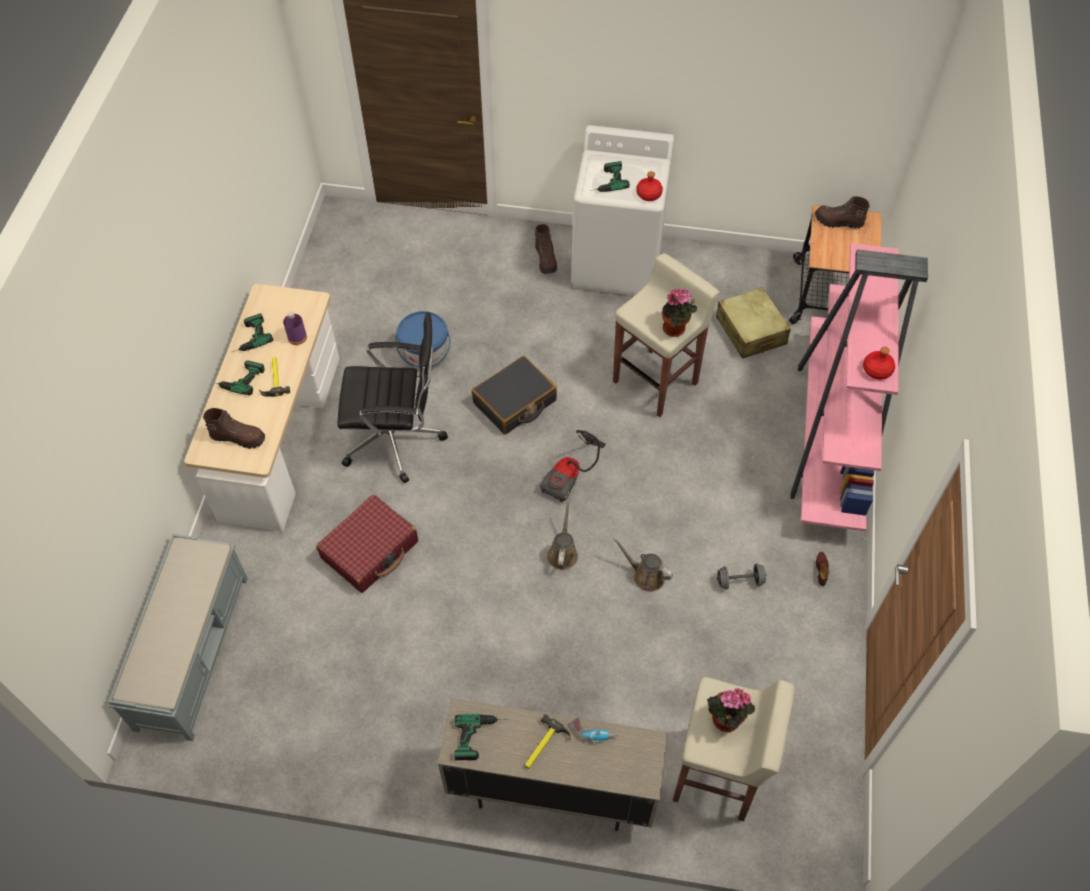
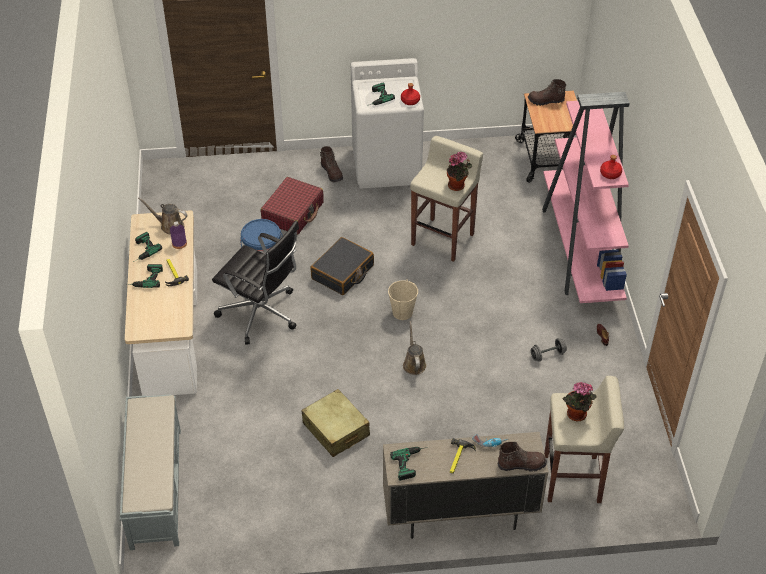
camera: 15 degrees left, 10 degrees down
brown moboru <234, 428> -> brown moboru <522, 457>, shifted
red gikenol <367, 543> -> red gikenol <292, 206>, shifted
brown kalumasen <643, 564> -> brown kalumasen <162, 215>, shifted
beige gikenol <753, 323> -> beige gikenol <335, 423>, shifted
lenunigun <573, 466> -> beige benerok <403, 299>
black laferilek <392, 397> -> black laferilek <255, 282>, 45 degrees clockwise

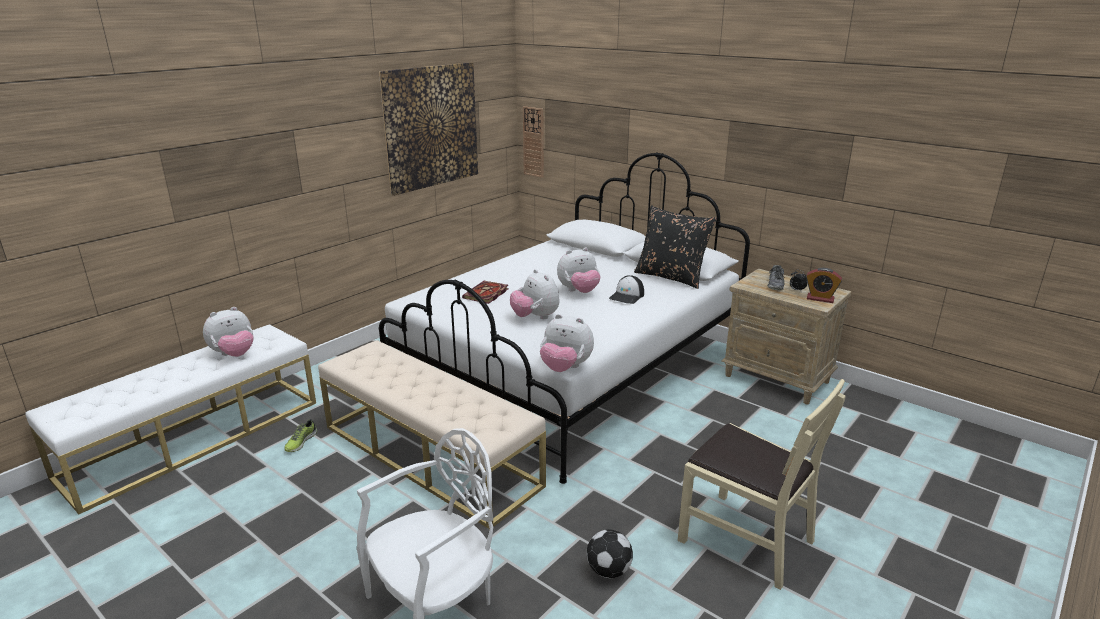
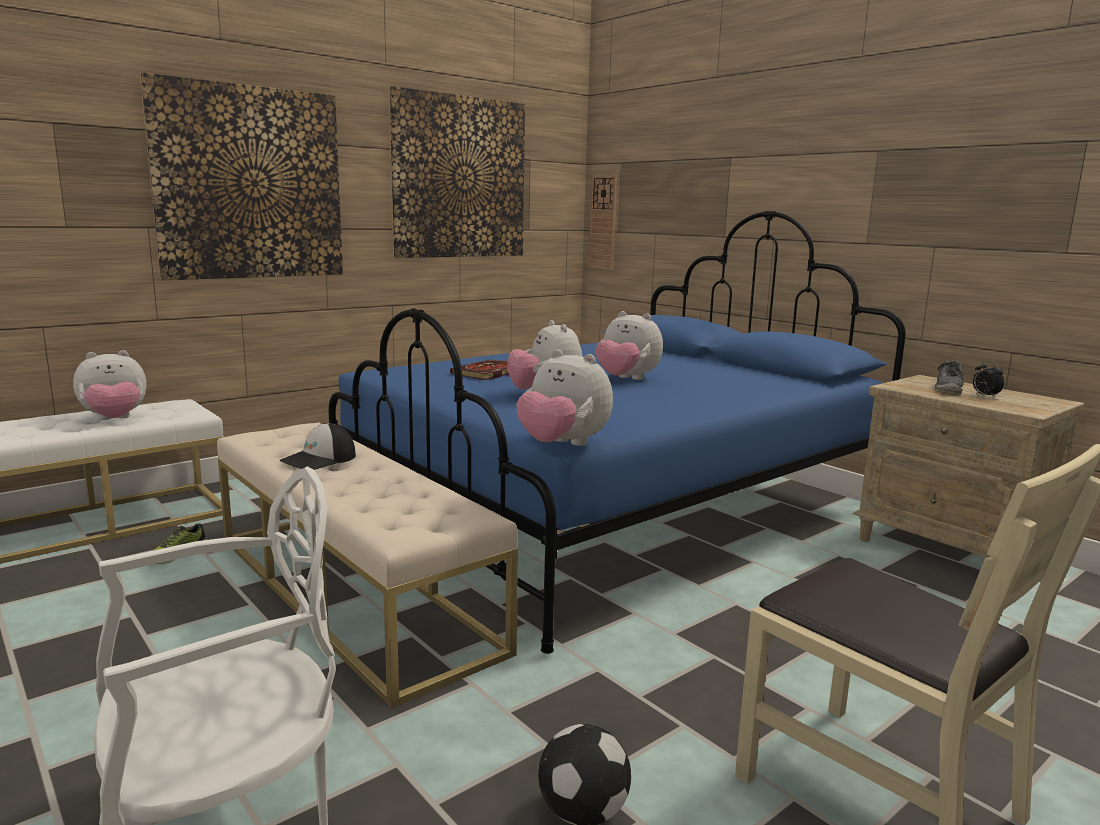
camera: 10 degrees right, 10 degrees down
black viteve <675, 247> -> none
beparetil <824, 285> -> none
none -> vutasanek <241, 176>
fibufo <626, 289> -> fibufo <318, 446>, shifted
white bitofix <564, 318> -> blue bitofix <617, 432>
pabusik <579, 270> -> pabusik <629, 345>, 45 degrees clockwise

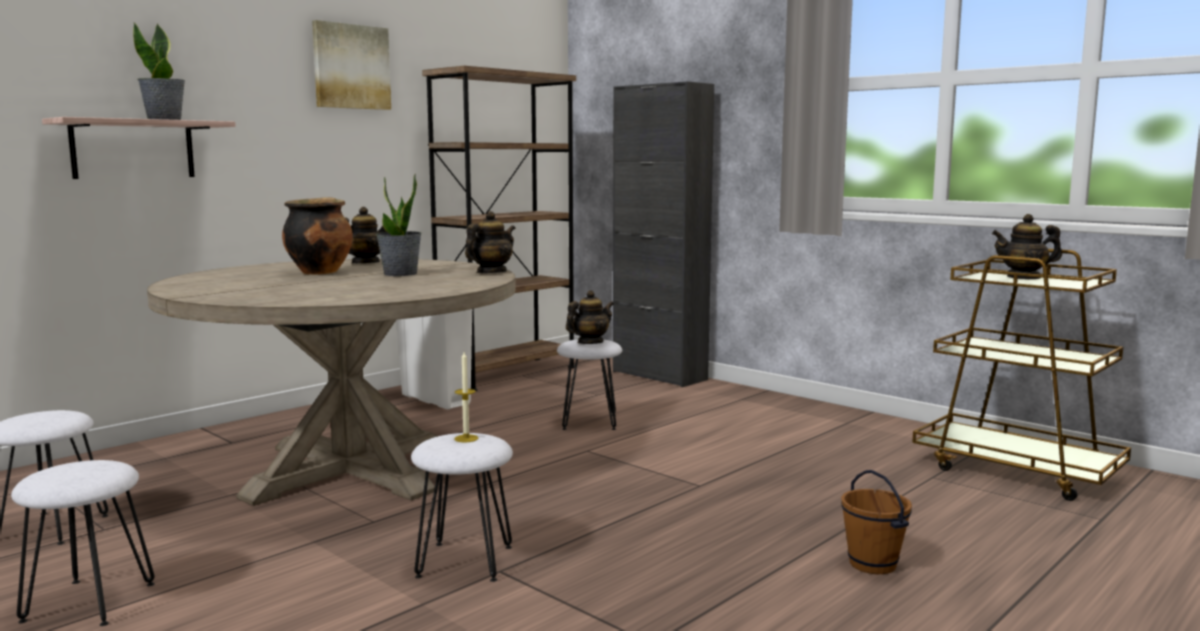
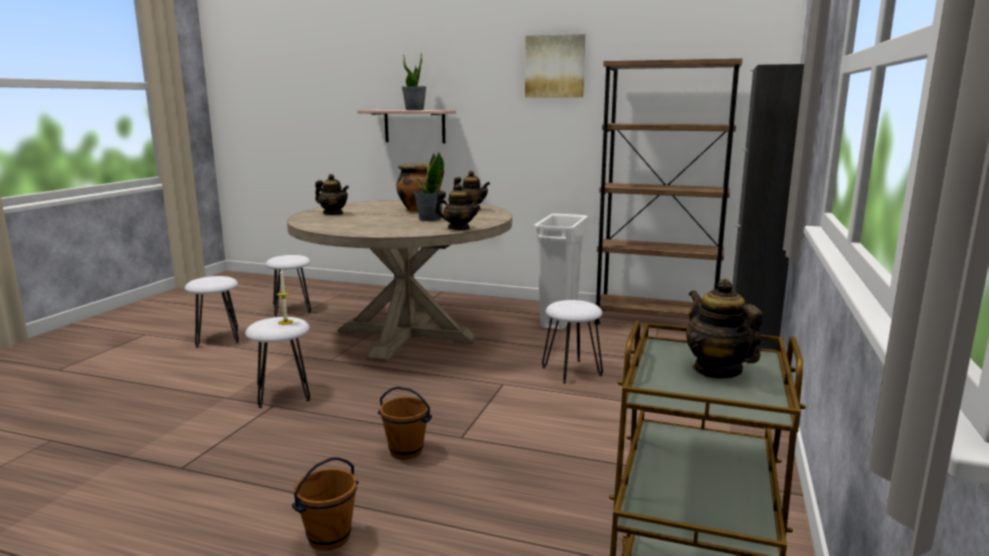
camera: 65 degrees right, 5 degrees up
none -> brown benerok <405, 423>
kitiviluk <590, 317> -> kitiviluk <332, 194>, shifted

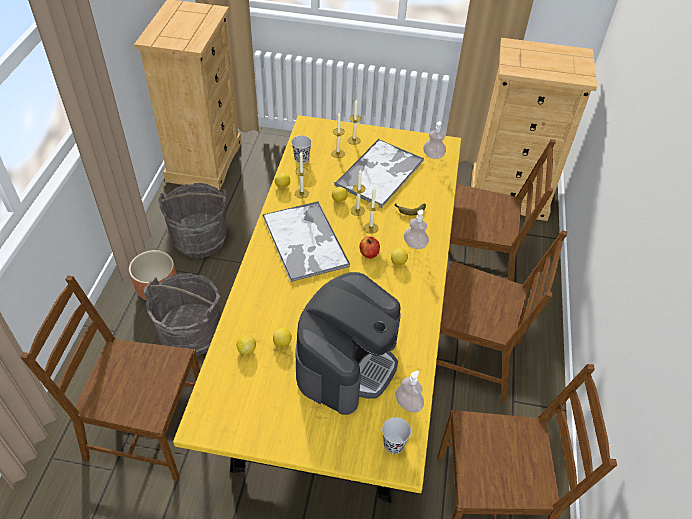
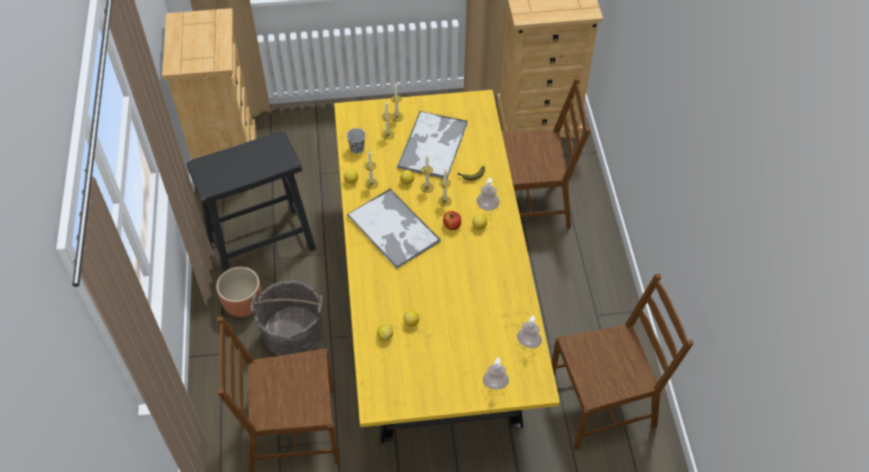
camera: 15 degrees left, 5 degrees up
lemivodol <348, 343> -> none
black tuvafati <396, 435> -> none
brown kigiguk <502, 316> -> none
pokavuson <434, 140> -> pokavuson <496, 373>, shifted
grey benerok <192, 220> -> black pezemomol <251, 202>

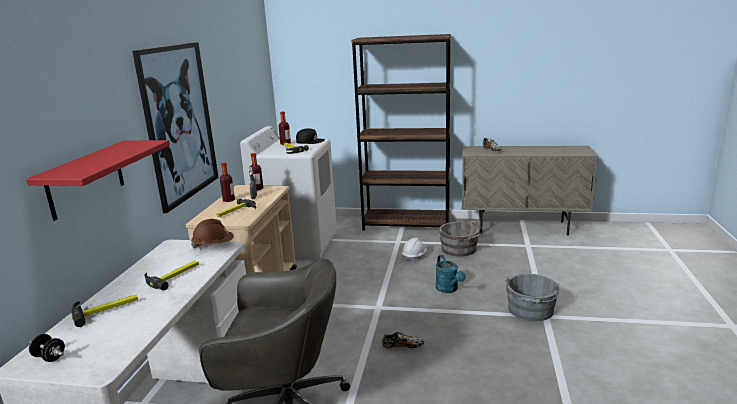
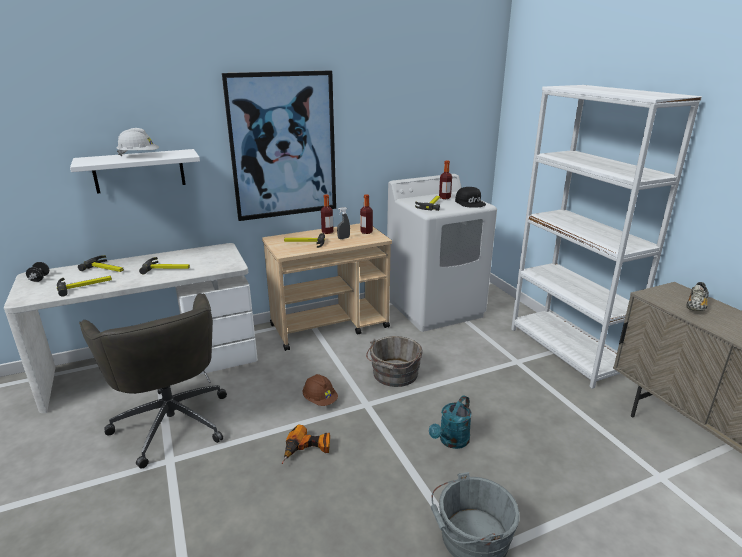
camera: 55 degrees right, 5 degrees up
none -> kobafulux <84, 286>
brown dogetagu <212, 233> -> brown dogetagu <320, 390>, shifted
white dogetagu <414, 250> -> white dogetagu <138, 142>, shifted
grey benerok <461, 238> -> grey benerok <394, 361>, shifted
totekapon <403, 340> -> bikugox <306, 444>
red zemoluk <98, 180> -> white zemoluk <135, 171>
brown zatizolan <401, 132> -> white zatizolan <606, 237>

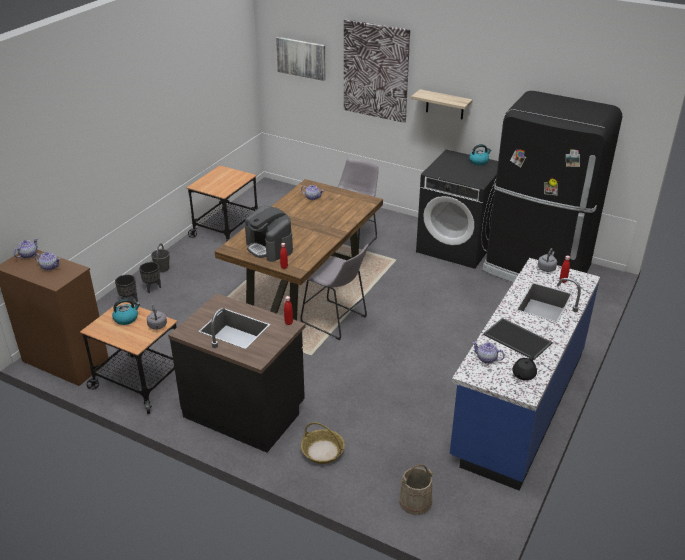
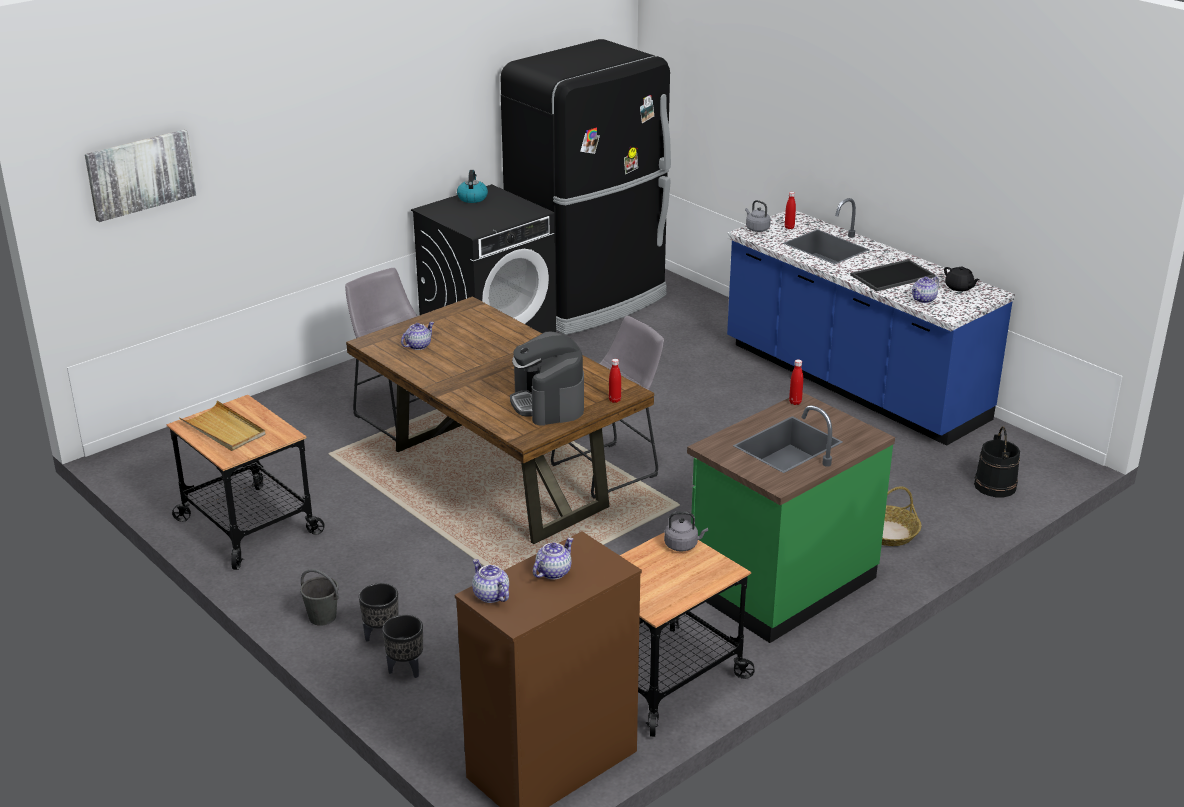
camera: 70 degrees left, 5 degrees down
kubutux <126, 312> -> none
vutasanek <377, 71> -> none
zemoluk <442, 104> -> none
none -> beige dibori <222, 426>
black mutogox <237, 373> -> green mutogox <791, 518>
beige benerok <416, 489> -> black benerok <997, 461>
lemivodol <269, 234> -> lemivodol <547, 379>, 90 degrees clockwise

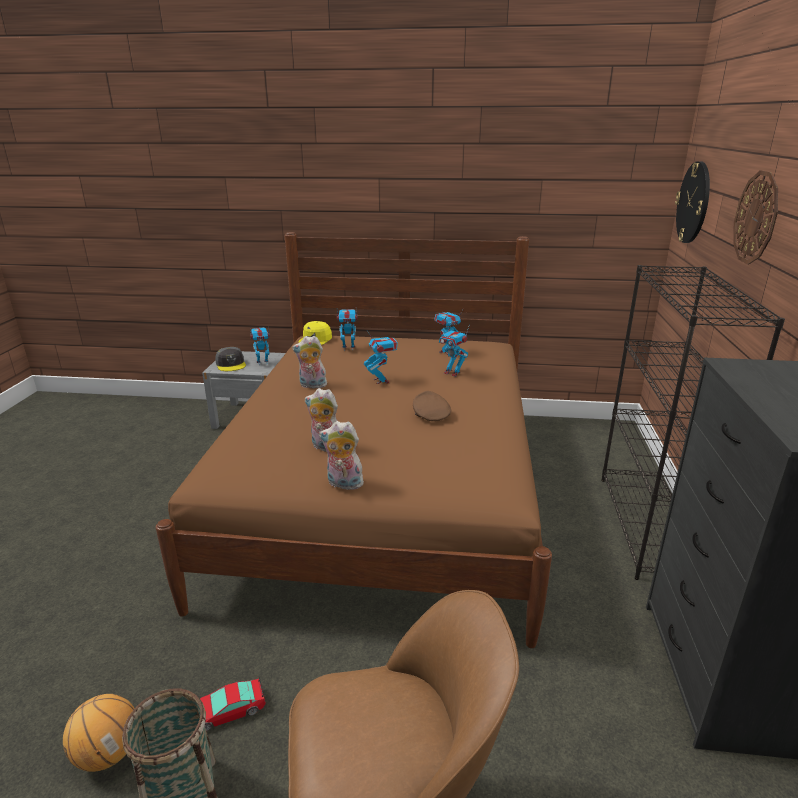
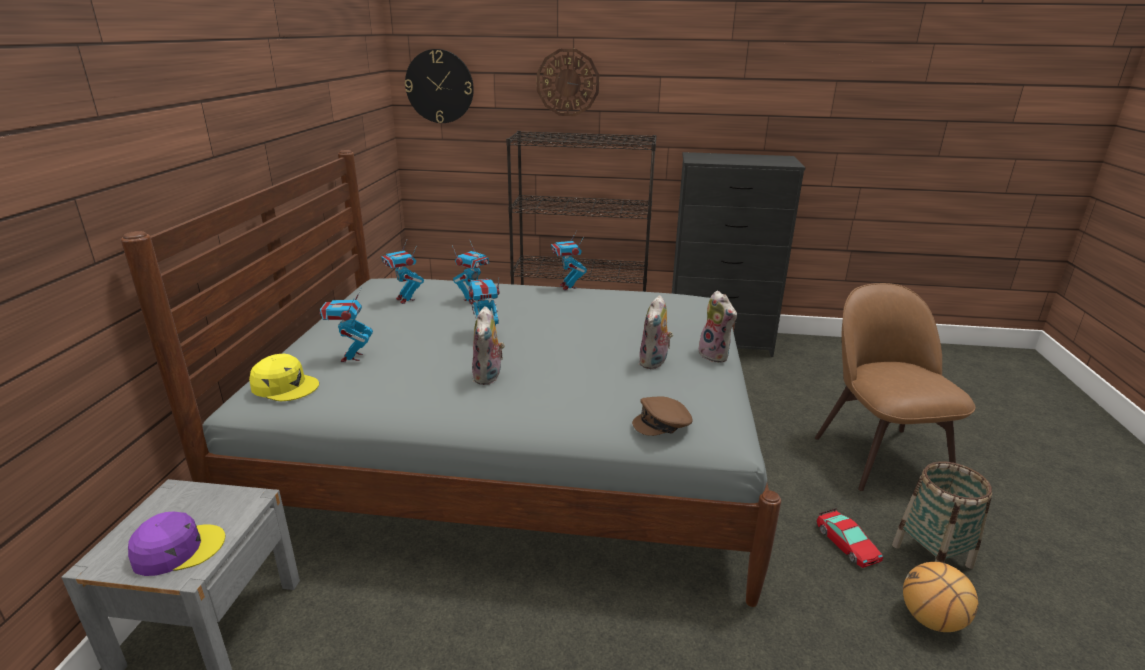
camera: 90 degrees left, 0 degrees up
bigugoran <260, 346> -> bigugoran <569, 261>, shifted
brown fibufo <432, 406> -> brown fibufo <662, 416>, shifted
brown bitofix <354, 440> -> grey bitofix <451, 378>
grey fibufo <230, 359> -> purple fibufo <176, 543>
pabusik <341, 455> -> pabusik <717, 327>, 45 degrees counterclockwise

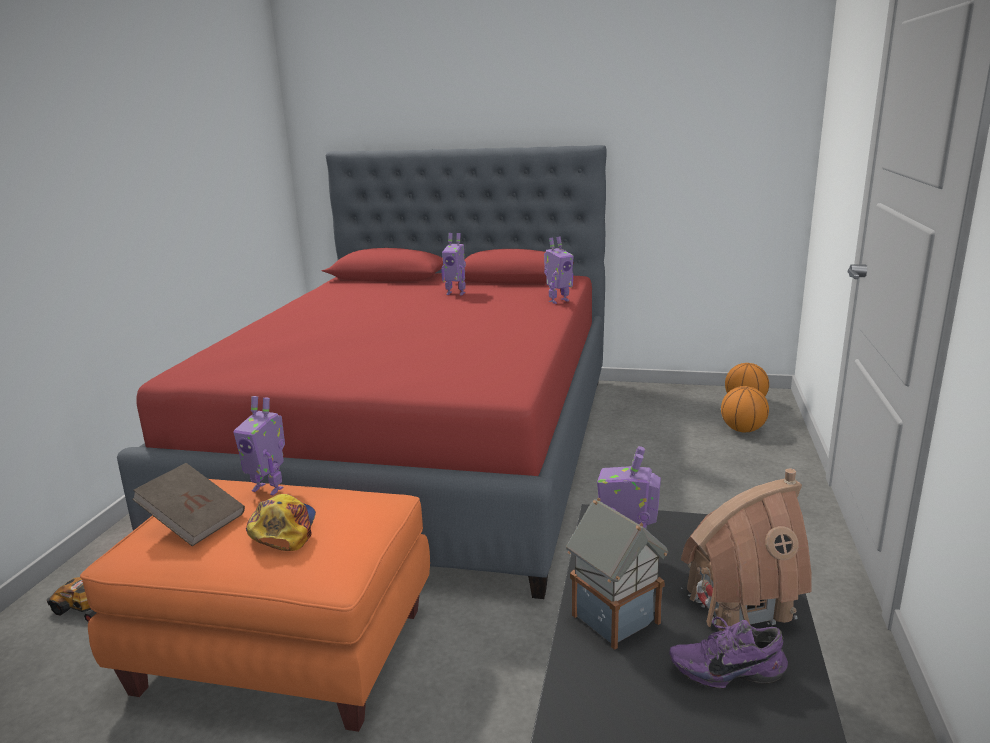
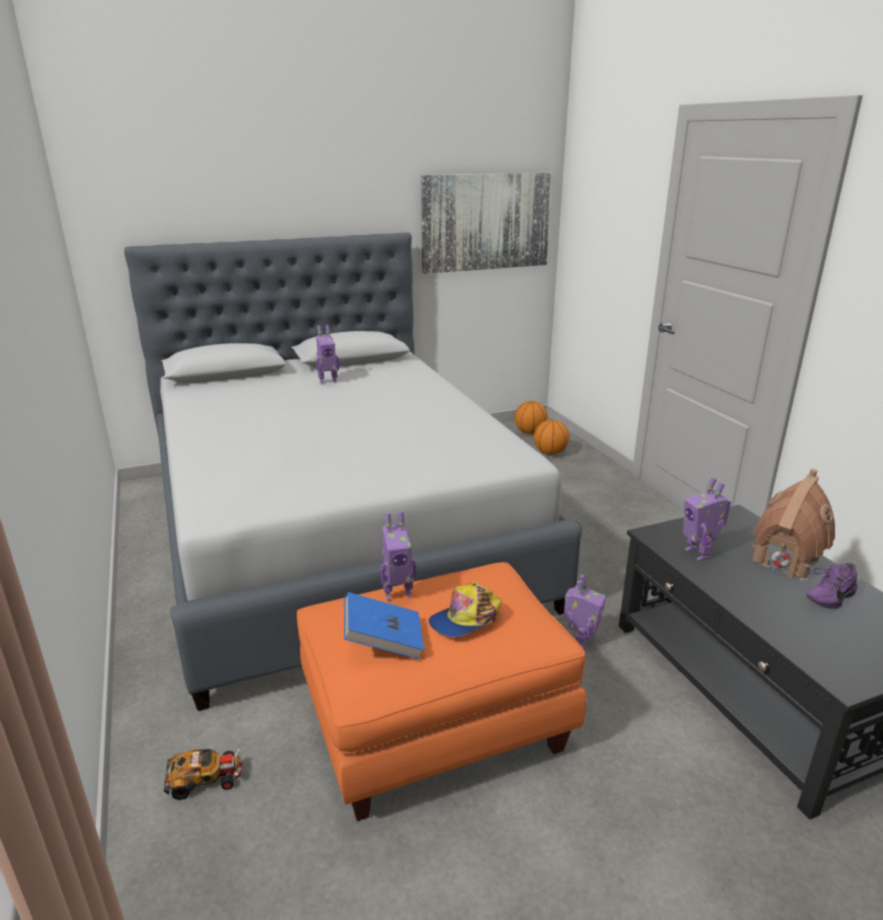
camera: 35 degrees left, 5 degrees up
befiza <617, 573> -> none
none -> vutasanek <486, 223>
bigugoran <558, 270> -> bigugoran <585, 612>, shifted
red bitofix <361, 372> -> grey bitofix <353, 472>
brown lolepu <188, 504> -> blue lolepu <384, 625>
fibufo <281, 522> -> fibufo <465, 609>, 90 degrees counterclockwise

